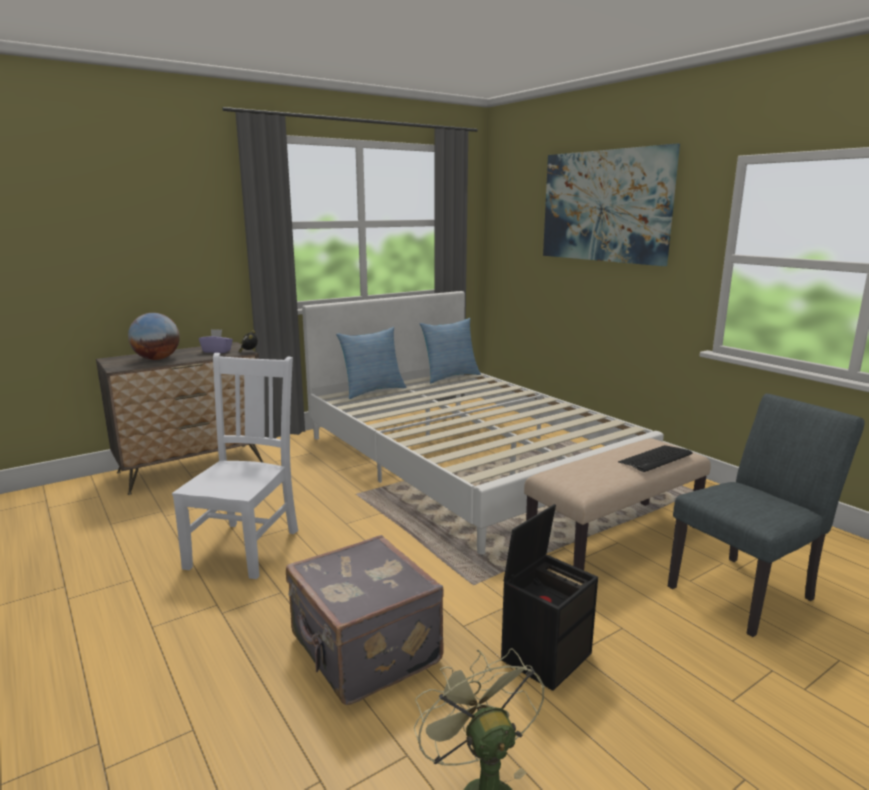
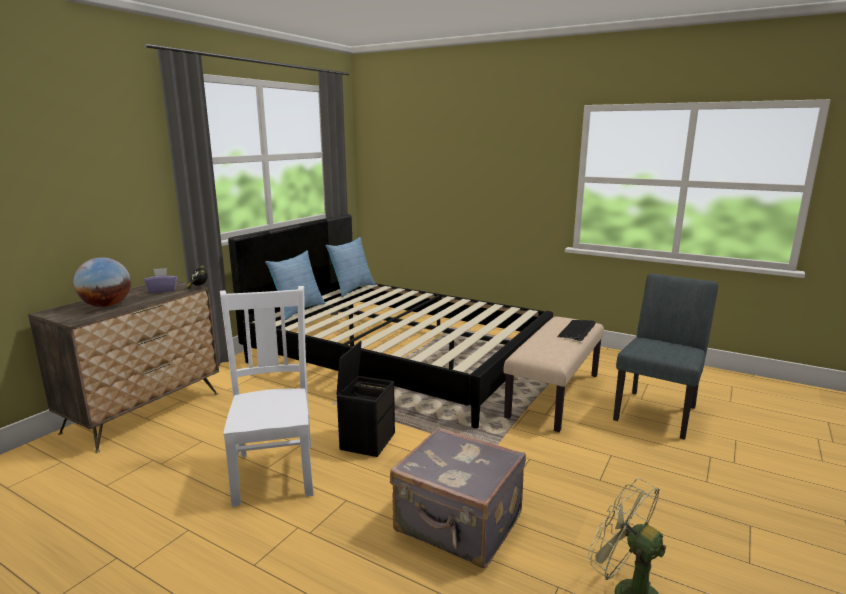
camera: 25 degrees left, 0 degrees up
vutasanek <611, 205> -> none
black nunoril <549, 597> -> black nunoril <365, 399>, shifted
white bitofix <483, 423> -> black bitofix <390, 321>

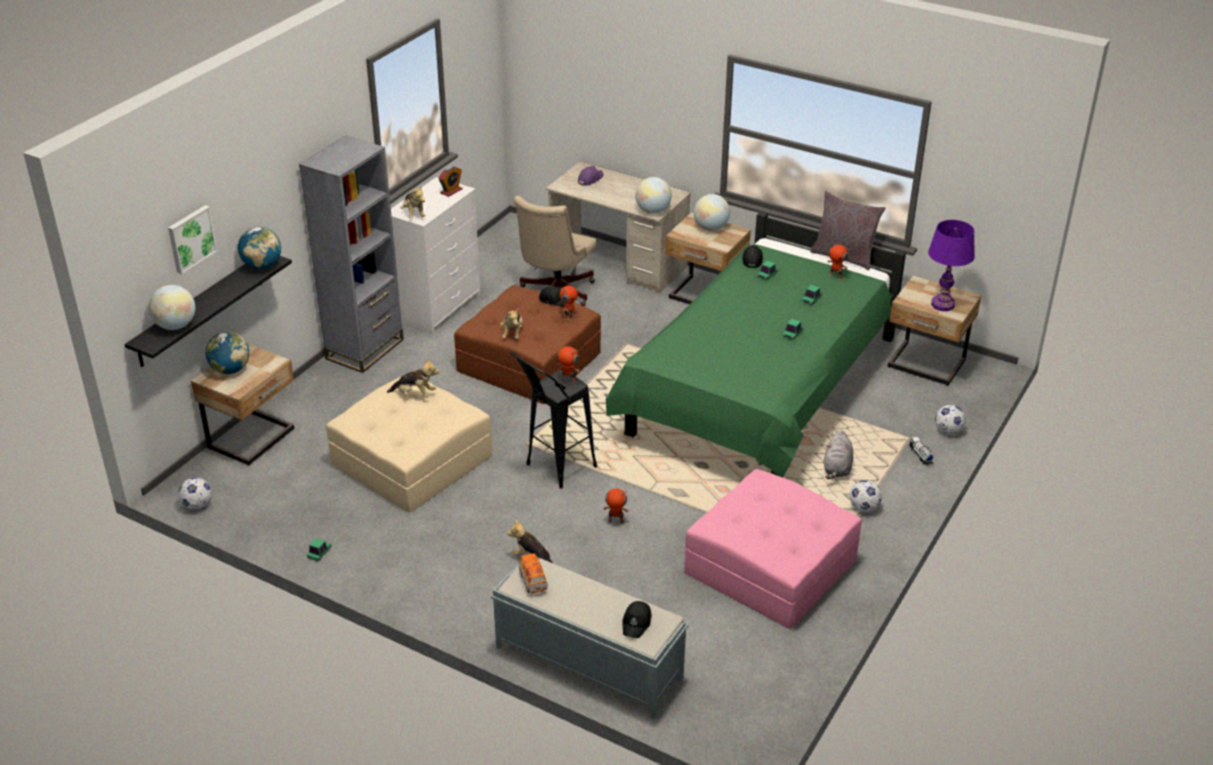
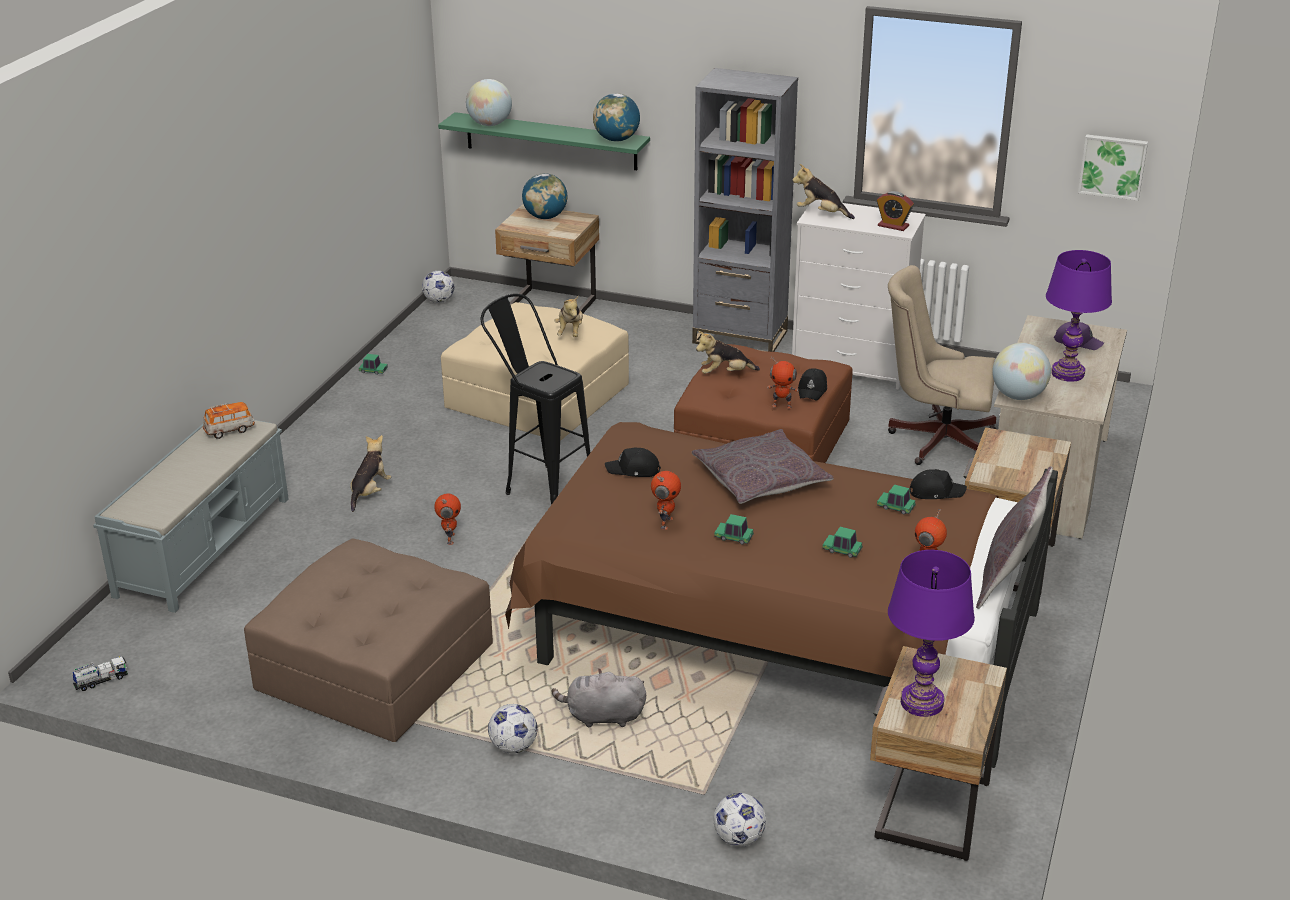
camera: 80 degrees right, 5 degrees down
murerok <712, 212> -> none
none -> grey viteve <763, 466>
none -> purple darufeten <1079, 316>
vutasanek <193, 239> -> vutasanek <1113, 168>, shifted
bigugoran <568, 365> -> bigugoran <666, 500>, shifted
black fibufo <636, 619> -> black fibufo <633, 462>, shifted
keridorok <921, 450> -> keridorok <100, 673>, shifted
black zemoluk <208, 311> -> green zemoluk <544, 141>
green bitofix <756, 345> -> brown bitofix <781, 595>
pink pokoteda <773, 549> -> brown pokoteda <368, 640>
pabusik <412, 201> -> pabusik <823, 191>, 60 degrees clockwise

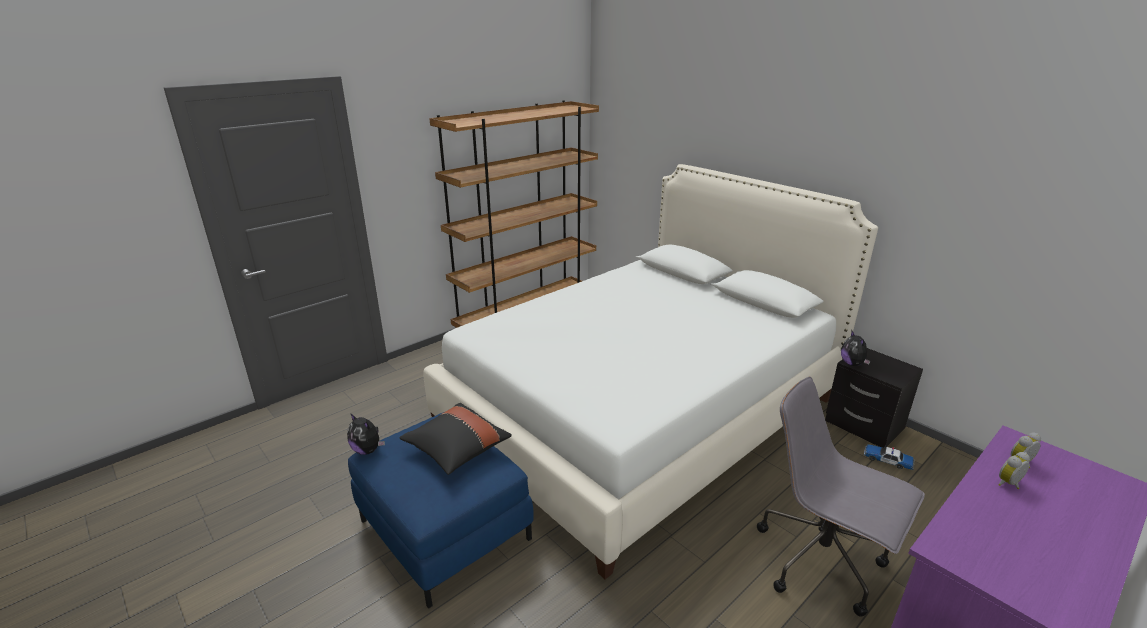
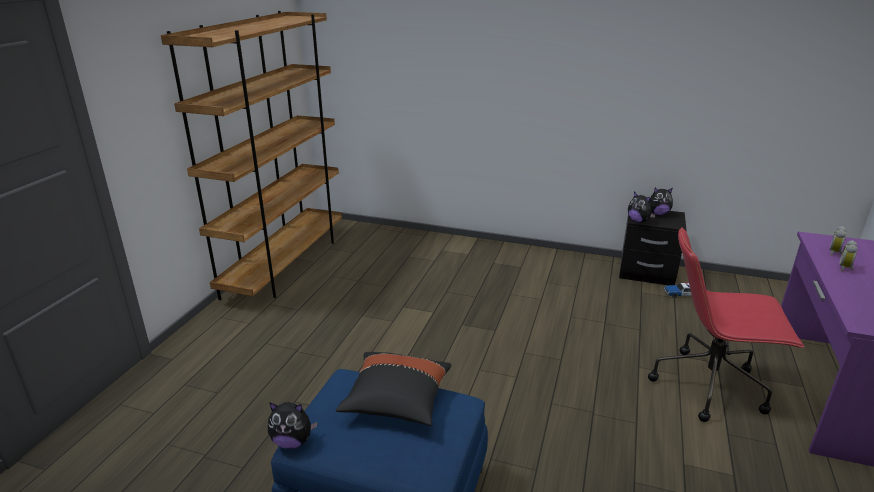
camera: 30 degrees left, 0 degrees up
white bitofix <650, 371> -> none
none -> pabusik <661, 201>
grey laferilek <841, 497> -> red laferilek <726, 324>

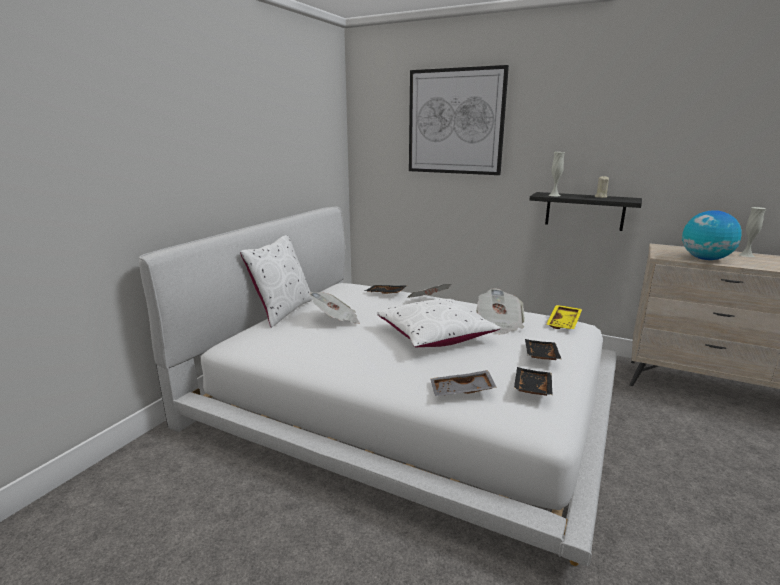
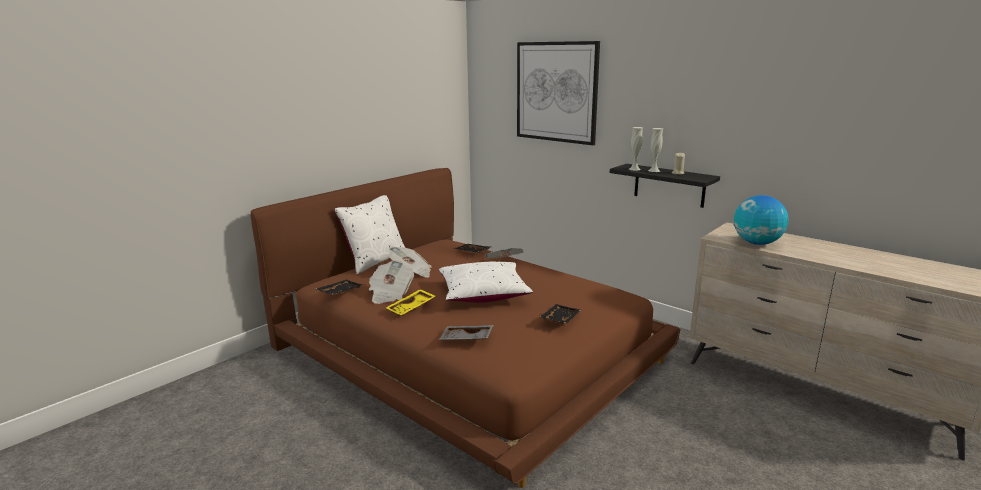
camera: 15 degrees right, 0 degrees up
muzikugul <500, 312> -> muzikugul <391, 282>, shifted
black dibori <533, 381> -> black dibori <339, 288>, shifted
yellow dibori <564, 317> -> yellow dibori <410, 302>, shifted
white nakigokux <752, 232> -> white nakigokux <655, 150>, shifted
white bitofix <378, 387> -> brown bitofix <465, 328>

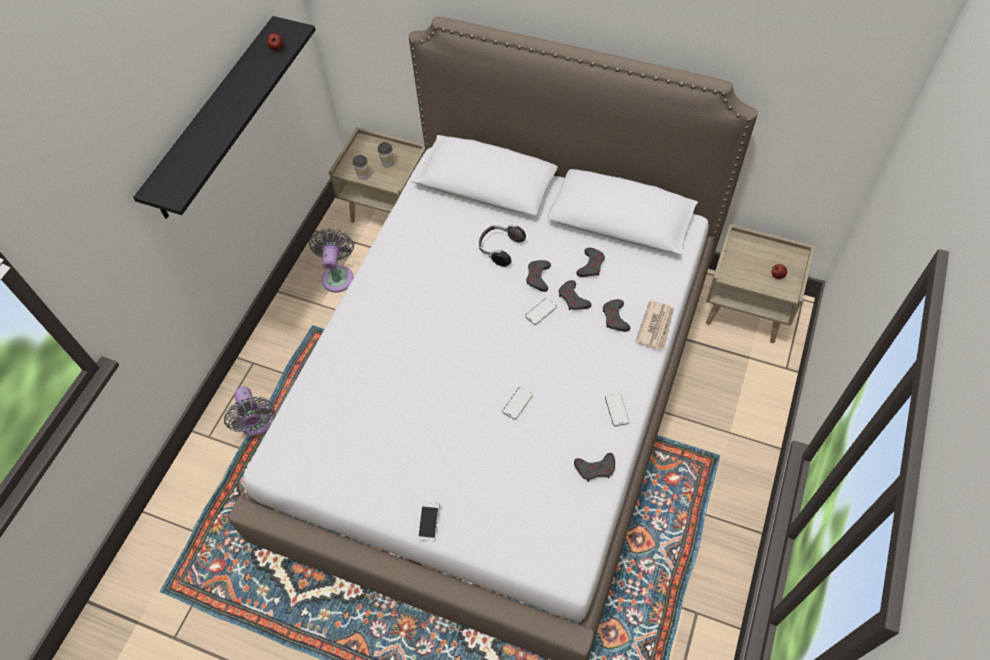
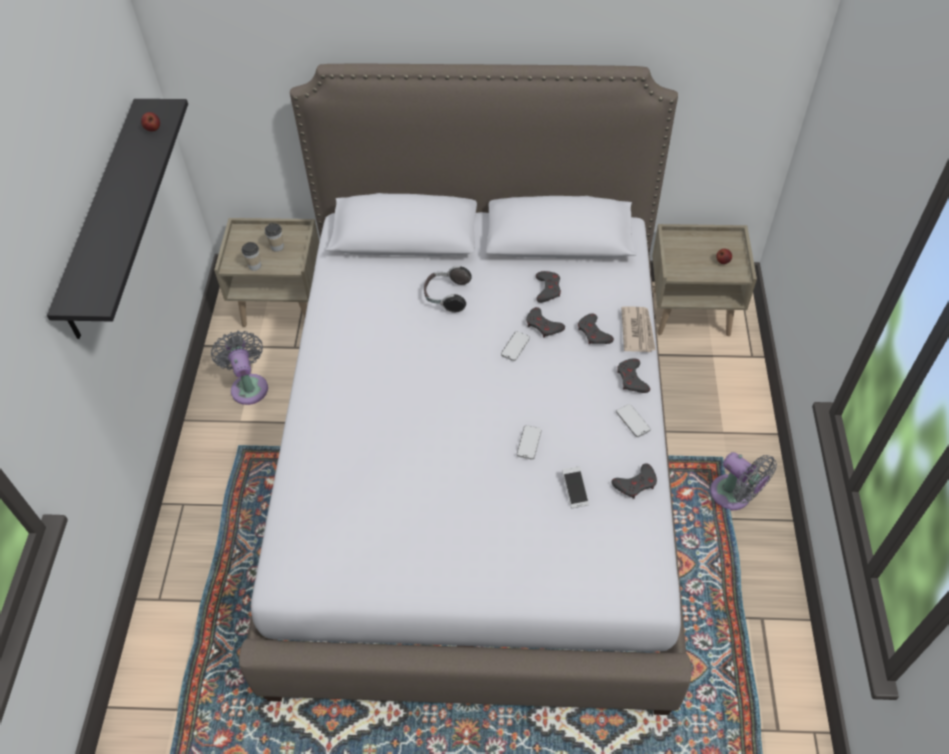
camera: 20 degrees left, 5 degrees down
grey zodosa <249, 411> -> grey zodosa <743, 481>, shifted
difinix <428, 522> -> difinix <575, 487>, shifted
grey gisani <538, 276> -> grey gisani <633, 375>, shifted

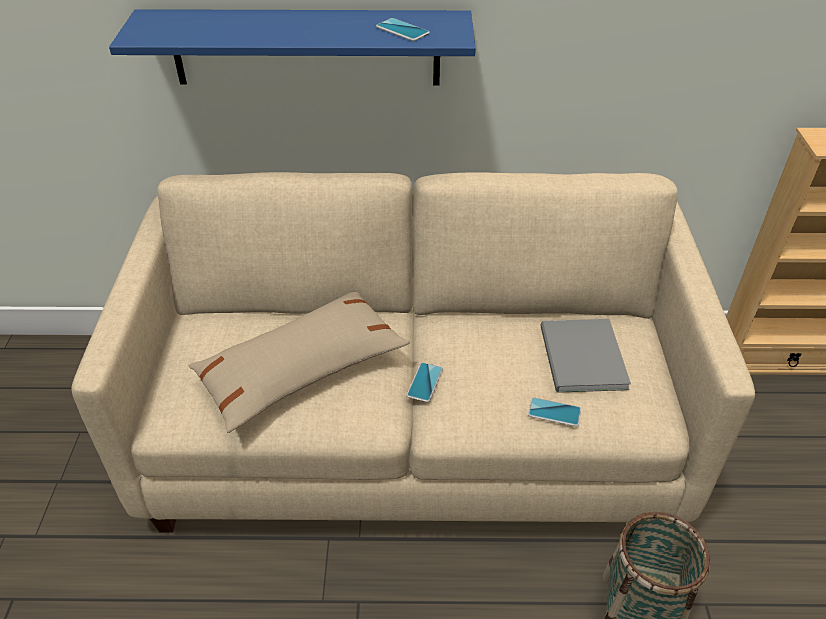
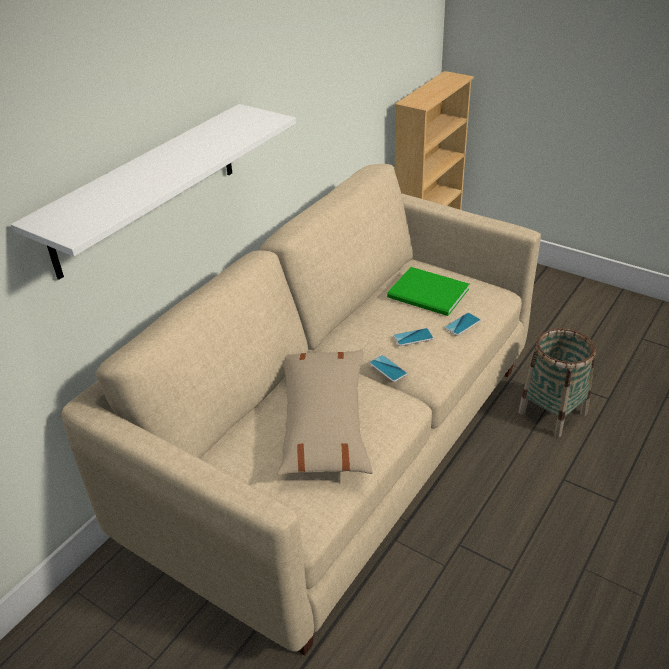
camera: 55 degrees left, 5 degrees down
difinix <403, 29> -> difinix <413, 337>, shifted
blue zemoluk <292, 47> -> white zemoluk <153, 192>
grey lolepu <585, 356> -> green lolepu <428, 291>

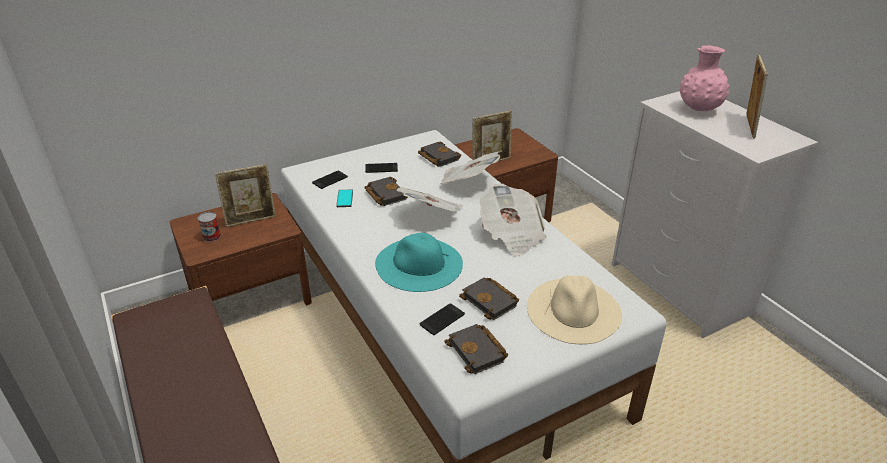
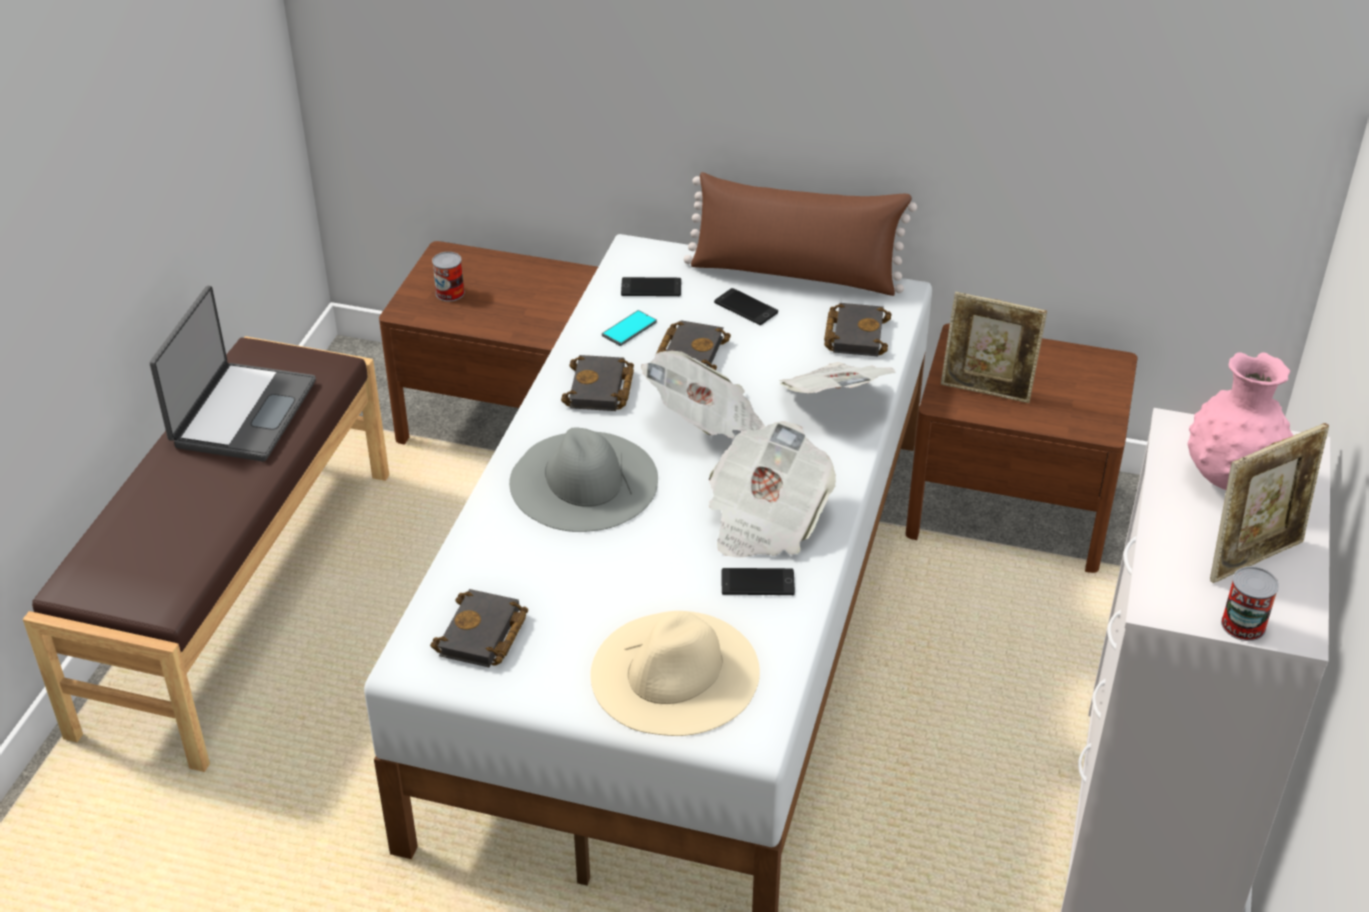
camera: 45 degrees right, 5 degrees up
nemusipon <245, 195> -> none
none -> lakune <233, 373>
none -> brown viteve <800, 234>
none -> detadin <1250, 603>
difinix <442, 319> -> difinix <758, 581>, shifted
black lolepu <489, 298> -> black lolepu <597, 383>, shifted
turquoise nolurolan <419, 262> -> grey nolurolan <583, 479>

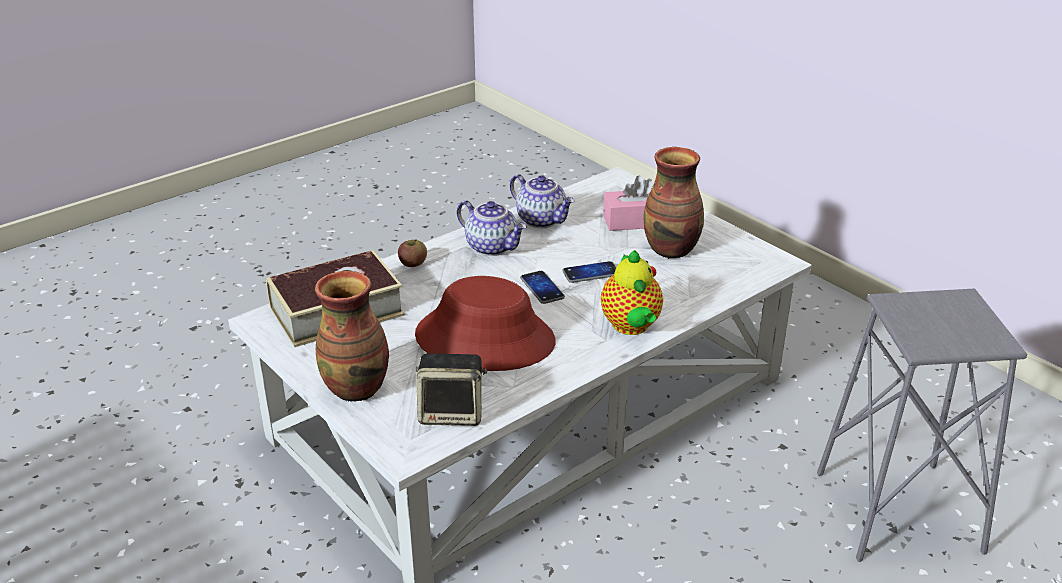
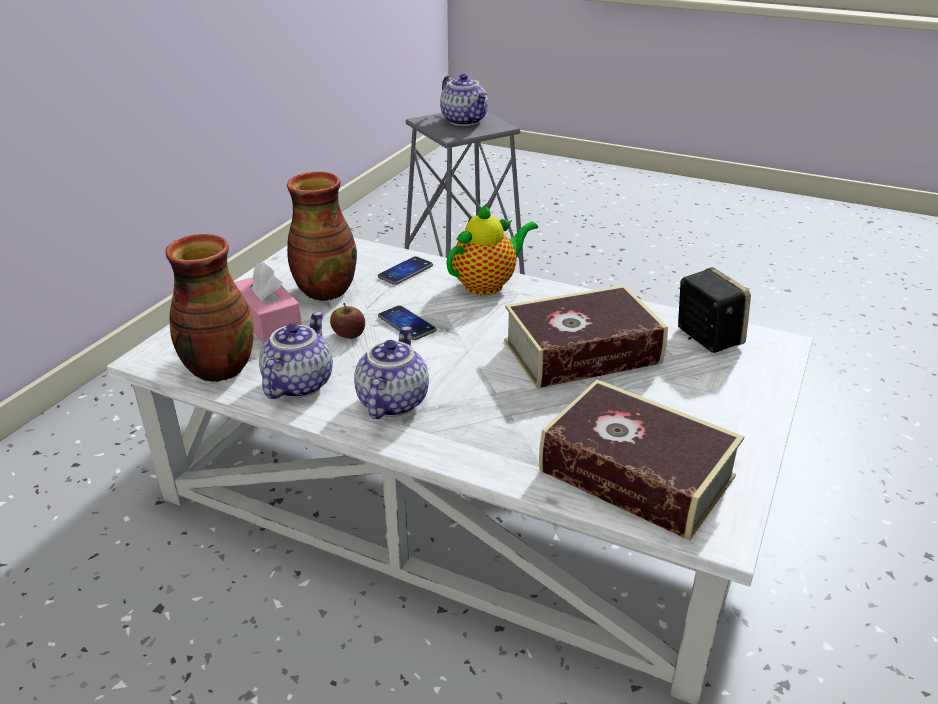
camera: 115 degrees left, 0 degrees up
none -> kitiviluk <464, 100>
nakigokux <352, 336> -> nakigokux <209, 308>, shifted
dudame <412, 253> -> dudame <347, 321>, shifted
difinix <542, 287> -> difinix <405, 270>, shifted
red nolurolan <485, 323> -> lolepu <586, 337>

